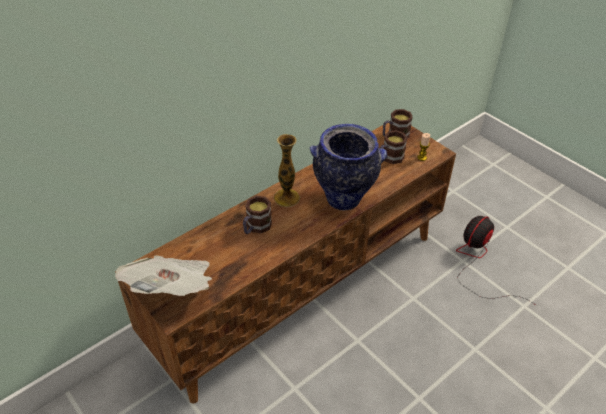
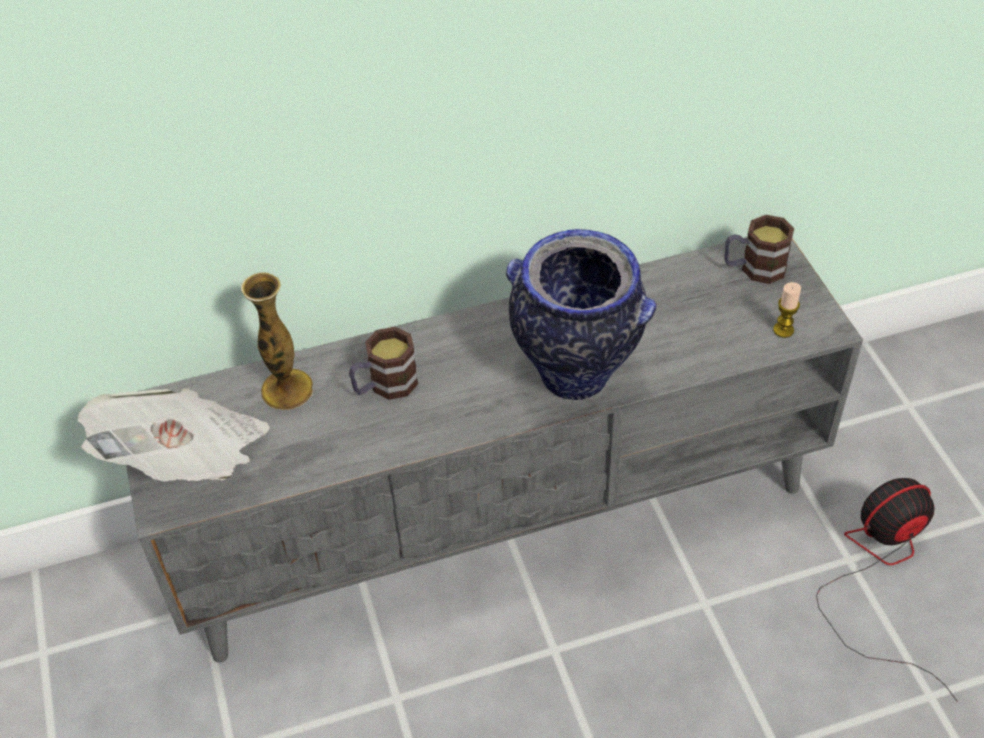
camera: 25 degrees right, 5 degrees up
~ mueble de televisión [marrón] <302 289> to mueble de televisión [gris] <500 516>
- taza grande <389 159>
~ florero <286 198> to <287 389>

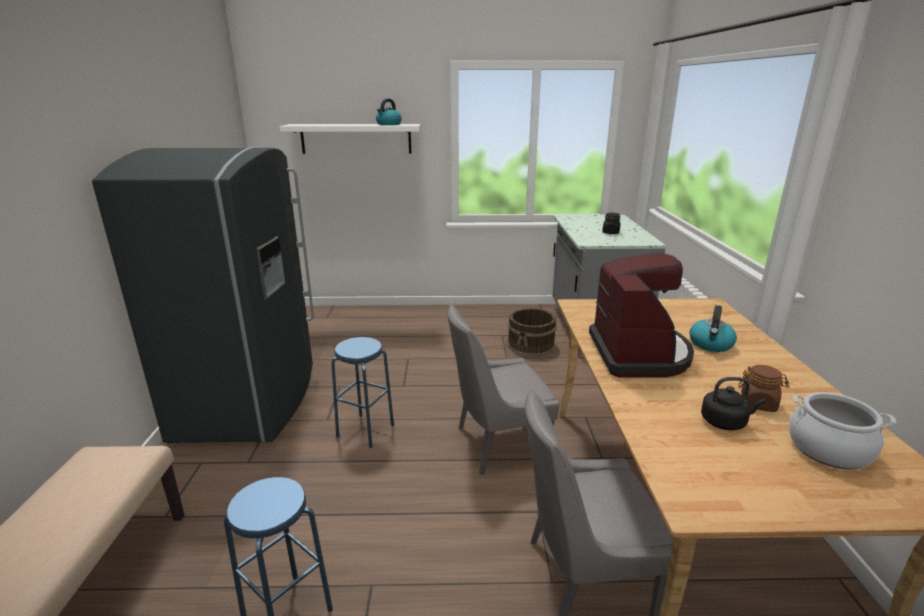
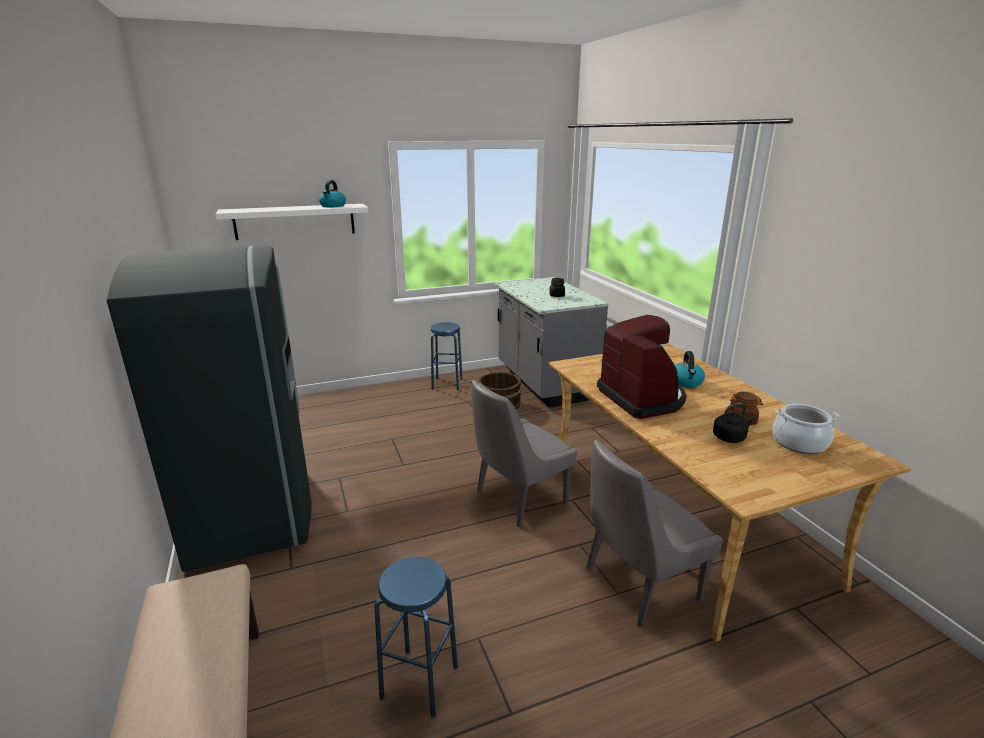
camera: 20 degrees left, 0 degrees up
~ taburete [azul] <365 430> to <447 384>

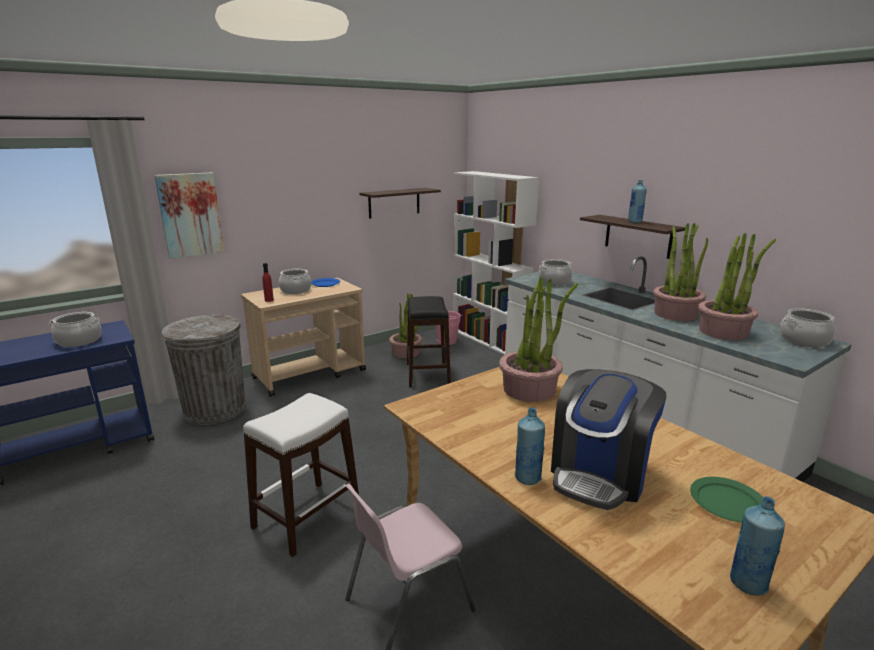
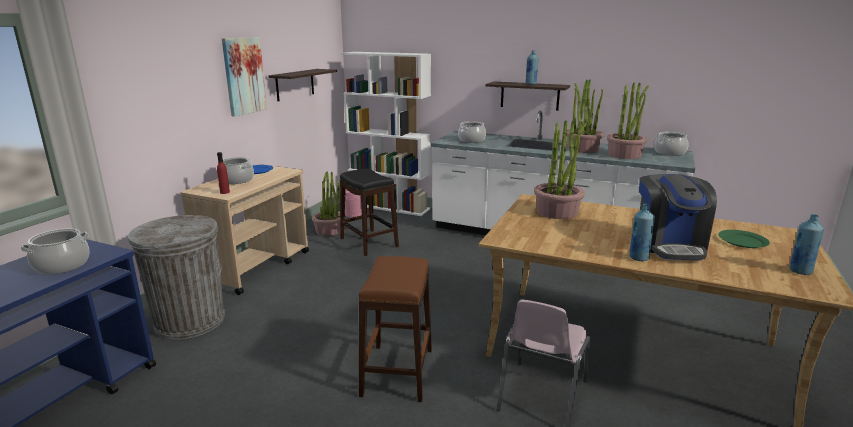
camera: 30 degrees left, 0 degrees up
~ cuadro <190 215> to <244 76>
~ taburete [blanco] <306 517> to taburete [marrón] <397 372>

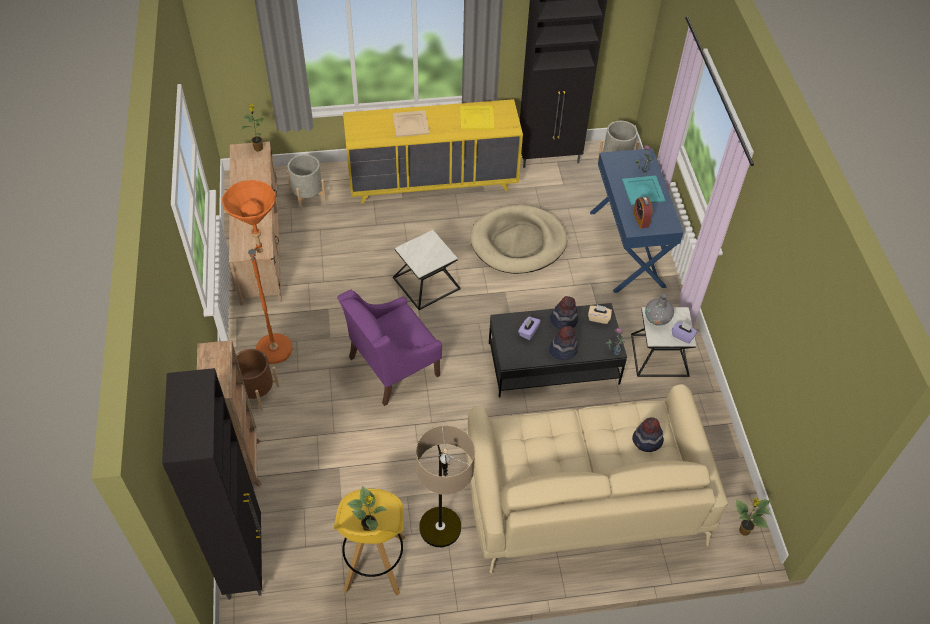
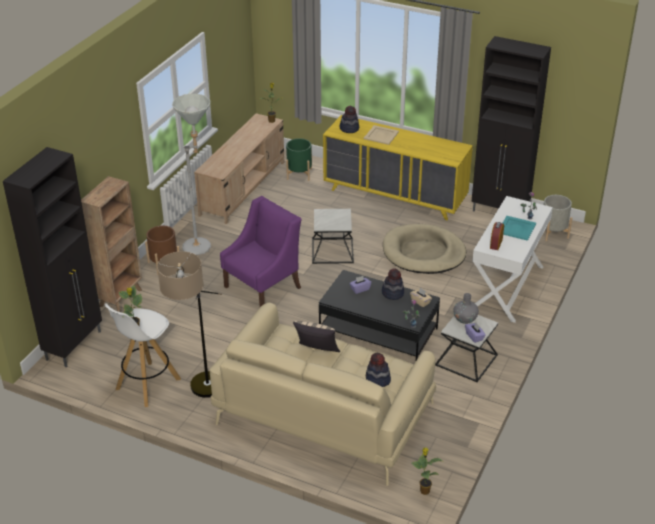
camera: 35 degrees right, 15 degrees down
- bandeja [amarillo] <477 118>
~ mesa consola [azul] <627 248> to mesa consola [blanco] <507 287>
~ maceta [gris] <308 196> to maceta [verde] <299 174>
~ lámpara de pie [naranja] <278 343> to lámpara de pie [gris] <202 245>
~ sillón [morado] <392 366> = <263 287> 135 degrees clockwise
~ sombrero <563 350> to <349 128>
~ taburete [amarillo] <374 564> to taburete [blanco] <147 384>
+ cojín [beis] <316 353>

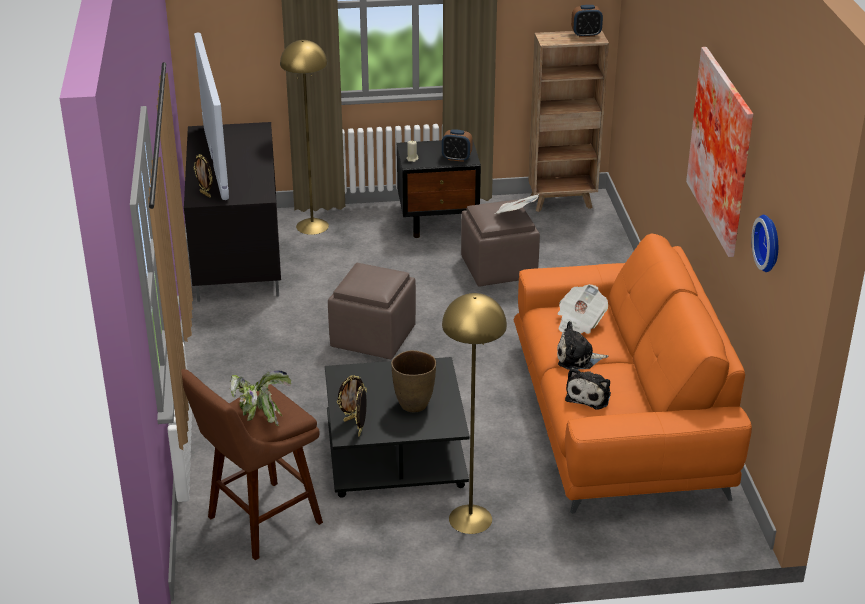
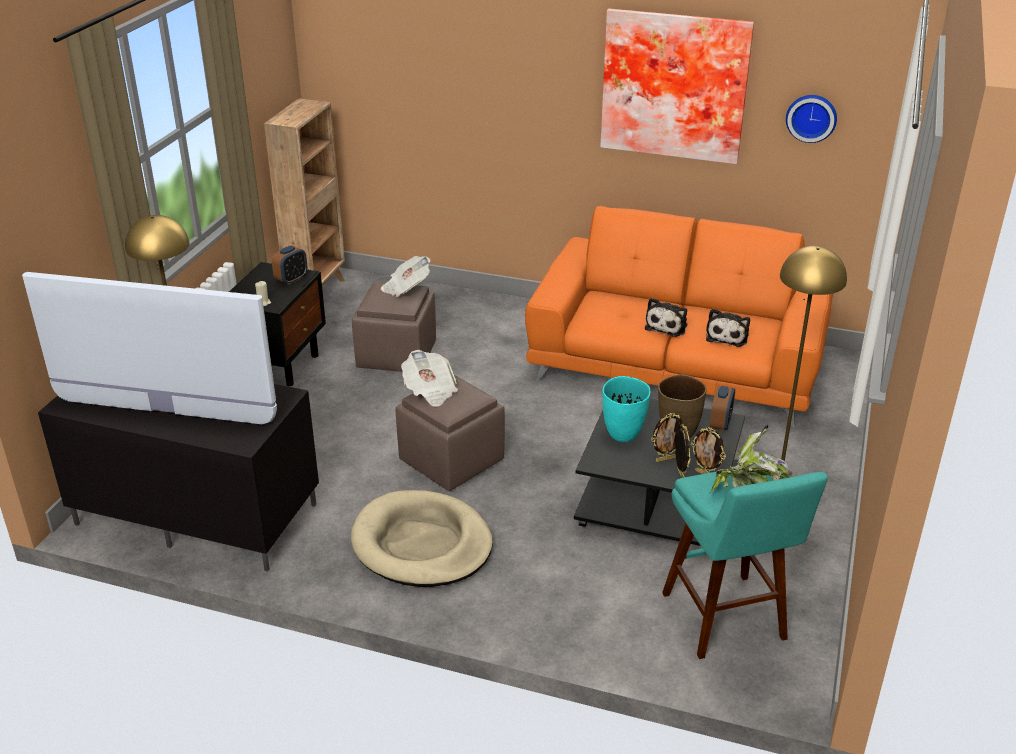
camera: 65 degrees left, 0 degrees up
~ despertador <586 34> to <720 423>
~ portarretratos <205 194> to <665 459>
~ periódico <579 322> to <430 391>
~ peluche <589 395> = <727 336> 60 degrees clockwise
~ taburete [marrón] <258 523> to taburete [turquesa] <727 622>
+ florero [turquesa] <623 434>
+ cama para perro [beis] <422 544>

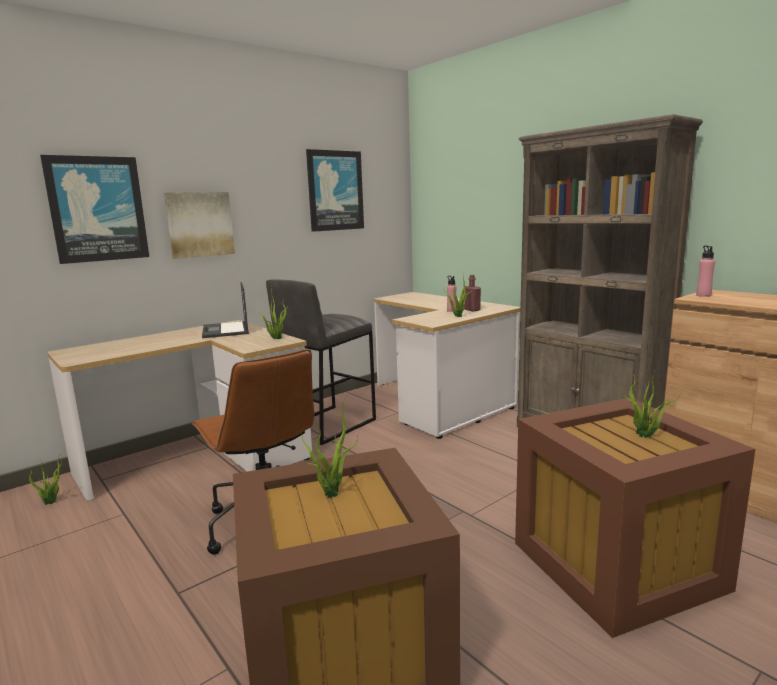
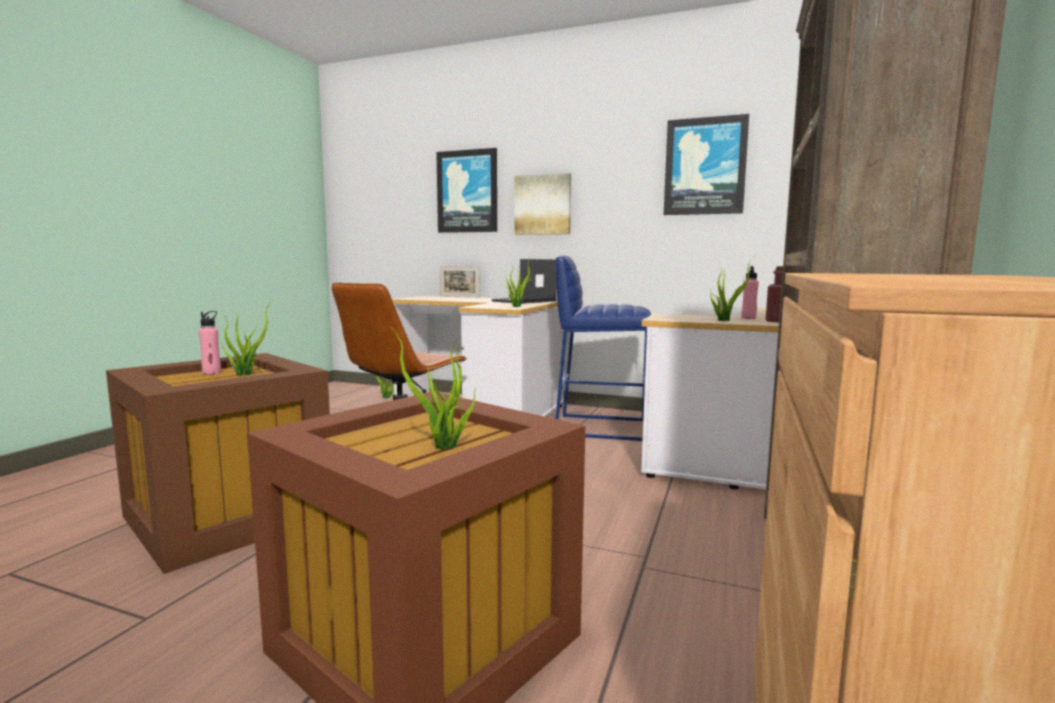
camera: 60 degrees right, 5 degrees down
~ botella [rosa] <703 295> to <212 372>
~ taburete [gris] <327 424> to taburete [azul] <600 427>
+ portarretratos <459 297>

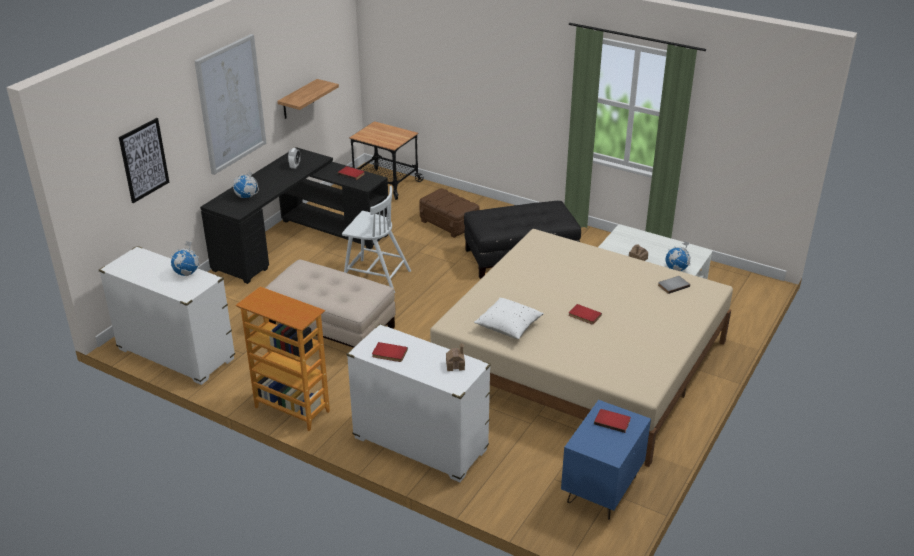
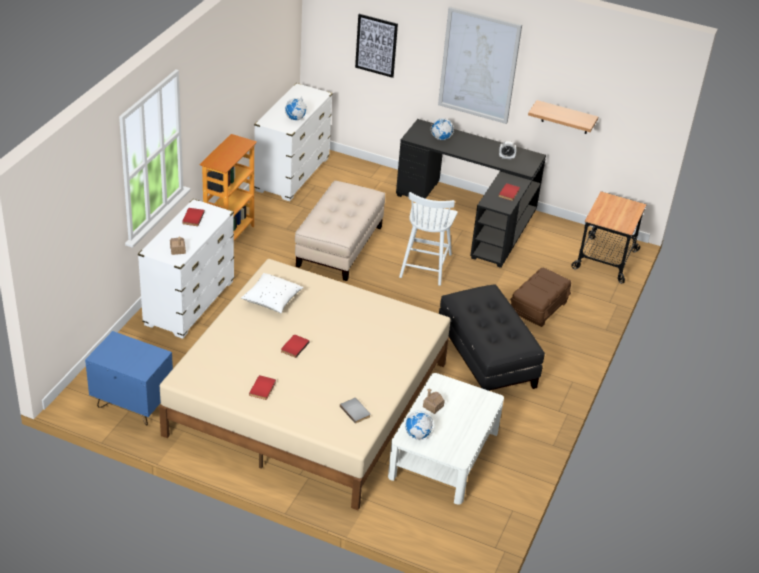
camera: 80 degrees right, 5 degrees up
~ libro [rojo] <612 421> to <263 389>

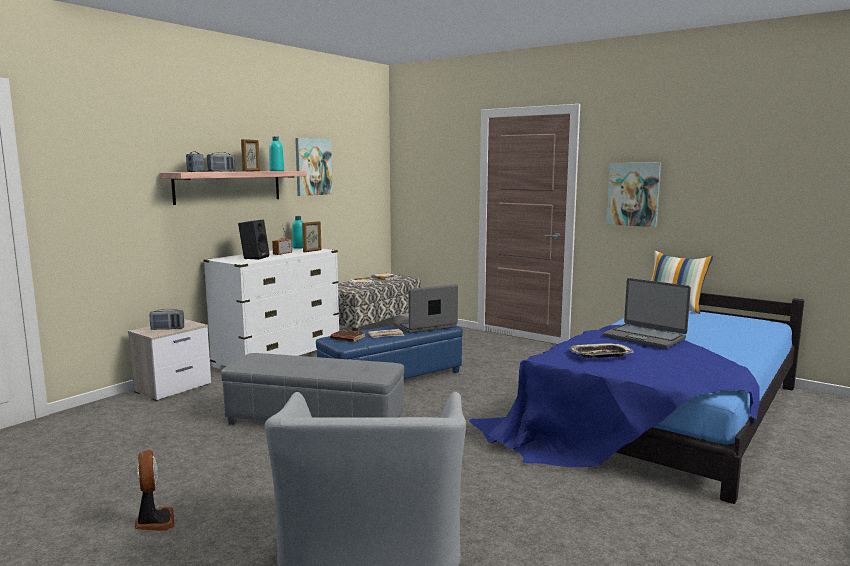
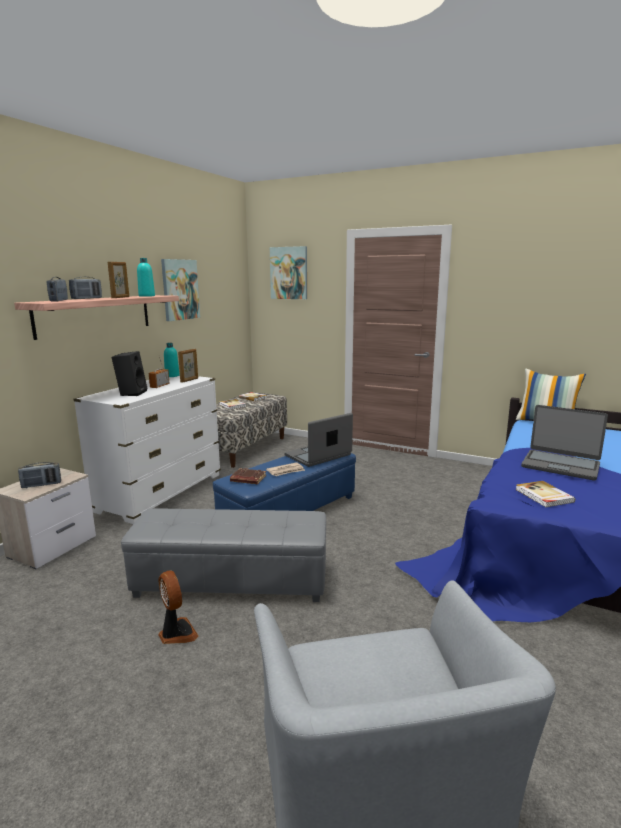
camera: 10 degrees left, 5 degrees up
~ cuadro <633 194> to <289 273>
~ bandeja <600 355> to libro <543 496>
~ ventilador <154 521> to <176 633>

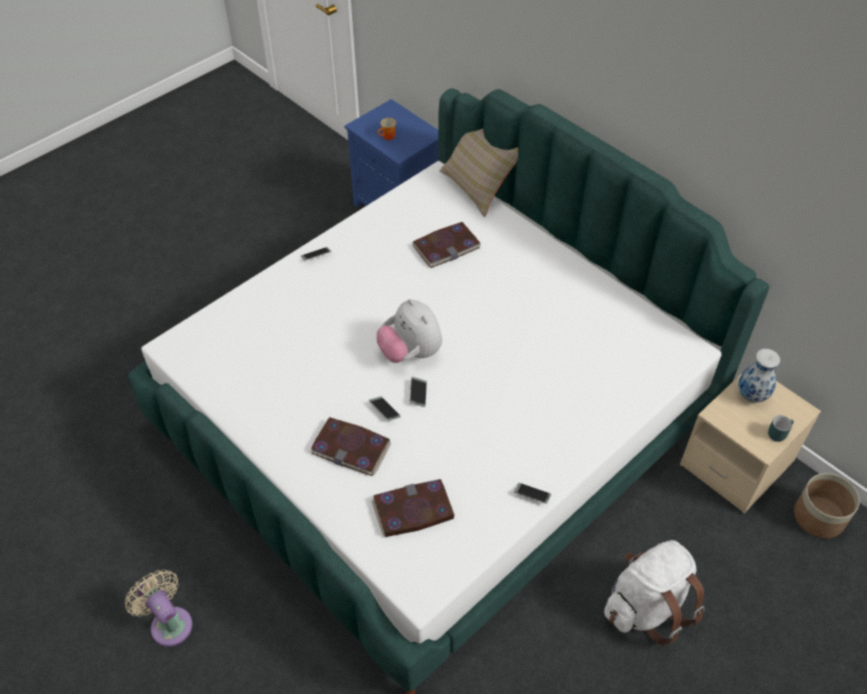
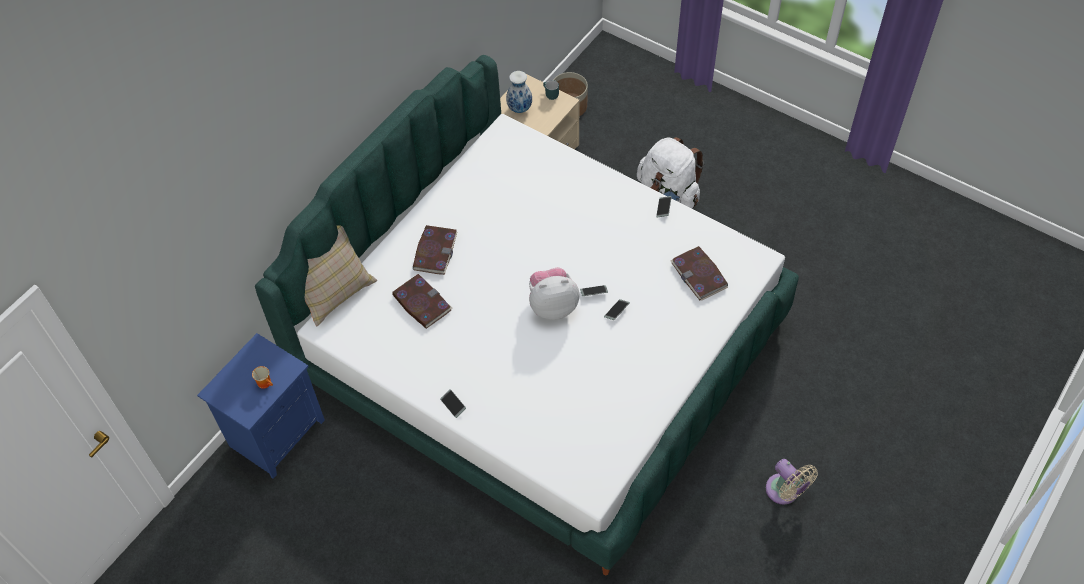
camera: 100 degrees left, 5 degrees up
~ peluche <410 352> = <552 306> 150 degrees counterclockwise
~ libro <351 448> to <435 251>
~ ventilador [beis] <169 623> = <785 492> 75 degrees counterclockwise

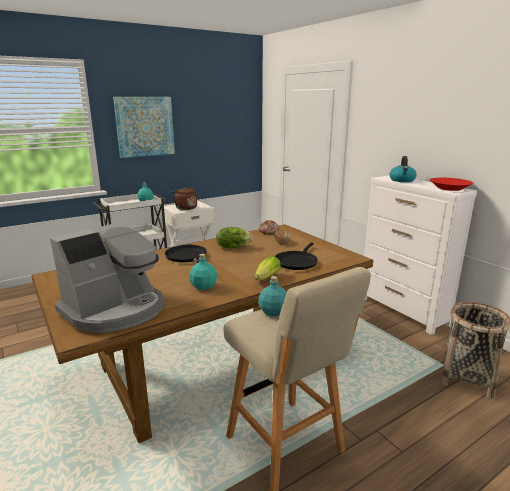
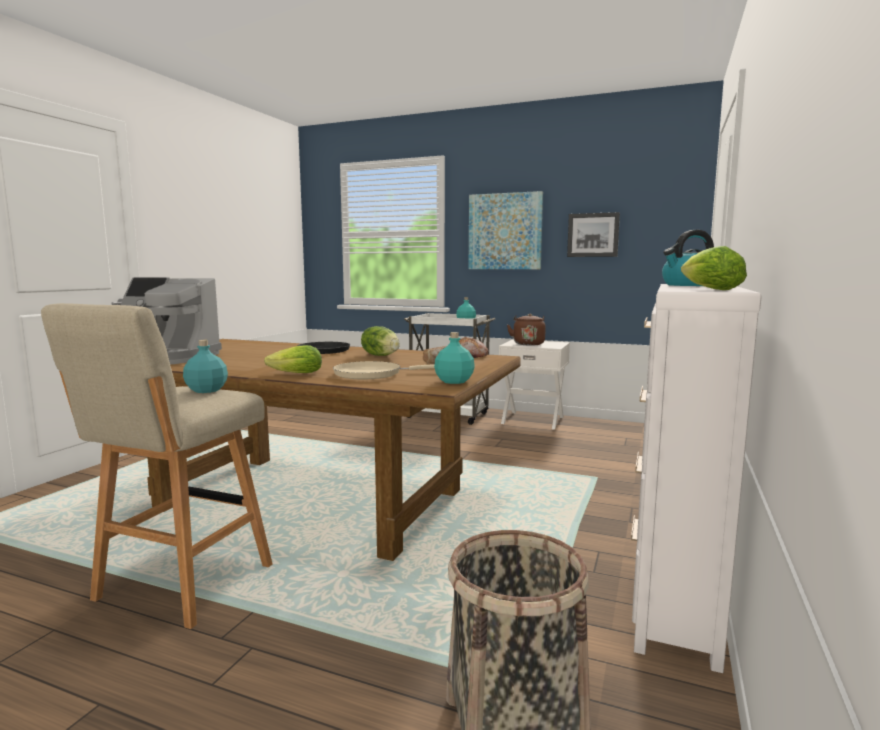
camera: 55 degrees right, 10 degrees down
~ cuenco [rojo] <449 188> to lechuga <707 289>
~ sartén [negro] <296 262> to sartén [beis] <373 374>
~ botella [turquesa] <204 286> to <454 381>
+ cuadro <593 235>

